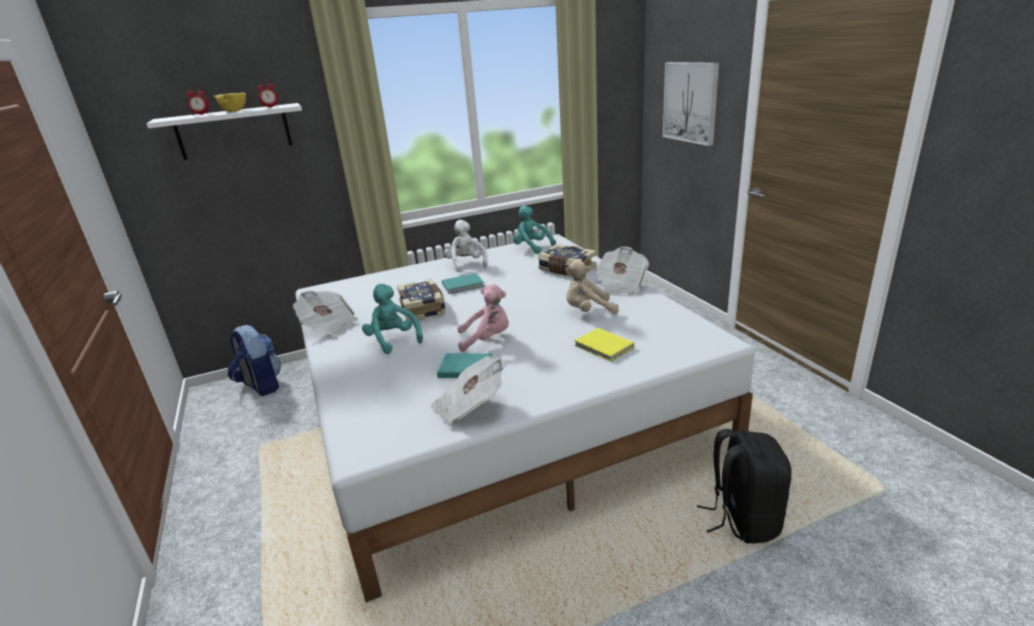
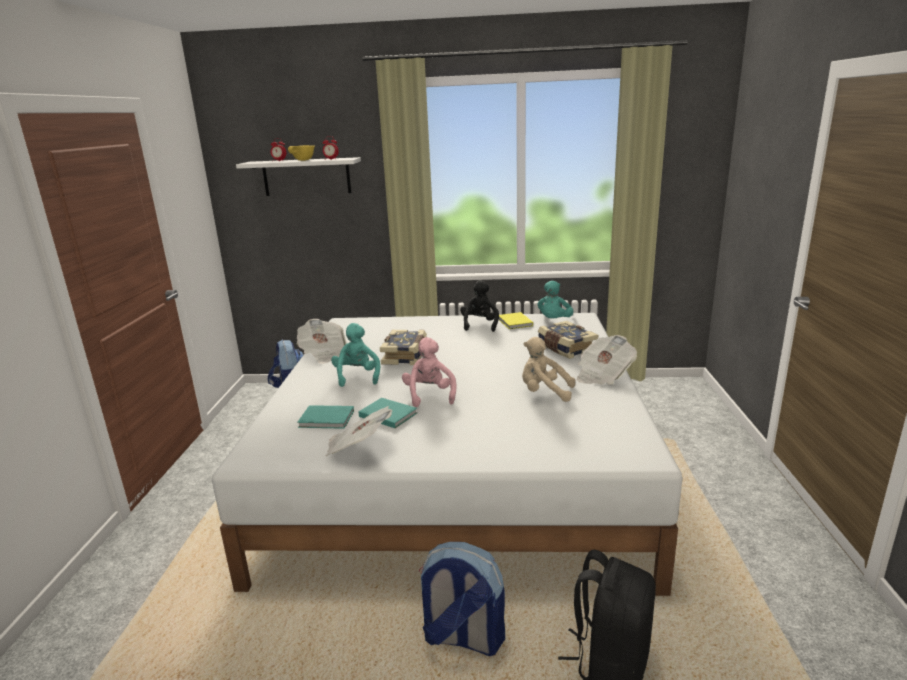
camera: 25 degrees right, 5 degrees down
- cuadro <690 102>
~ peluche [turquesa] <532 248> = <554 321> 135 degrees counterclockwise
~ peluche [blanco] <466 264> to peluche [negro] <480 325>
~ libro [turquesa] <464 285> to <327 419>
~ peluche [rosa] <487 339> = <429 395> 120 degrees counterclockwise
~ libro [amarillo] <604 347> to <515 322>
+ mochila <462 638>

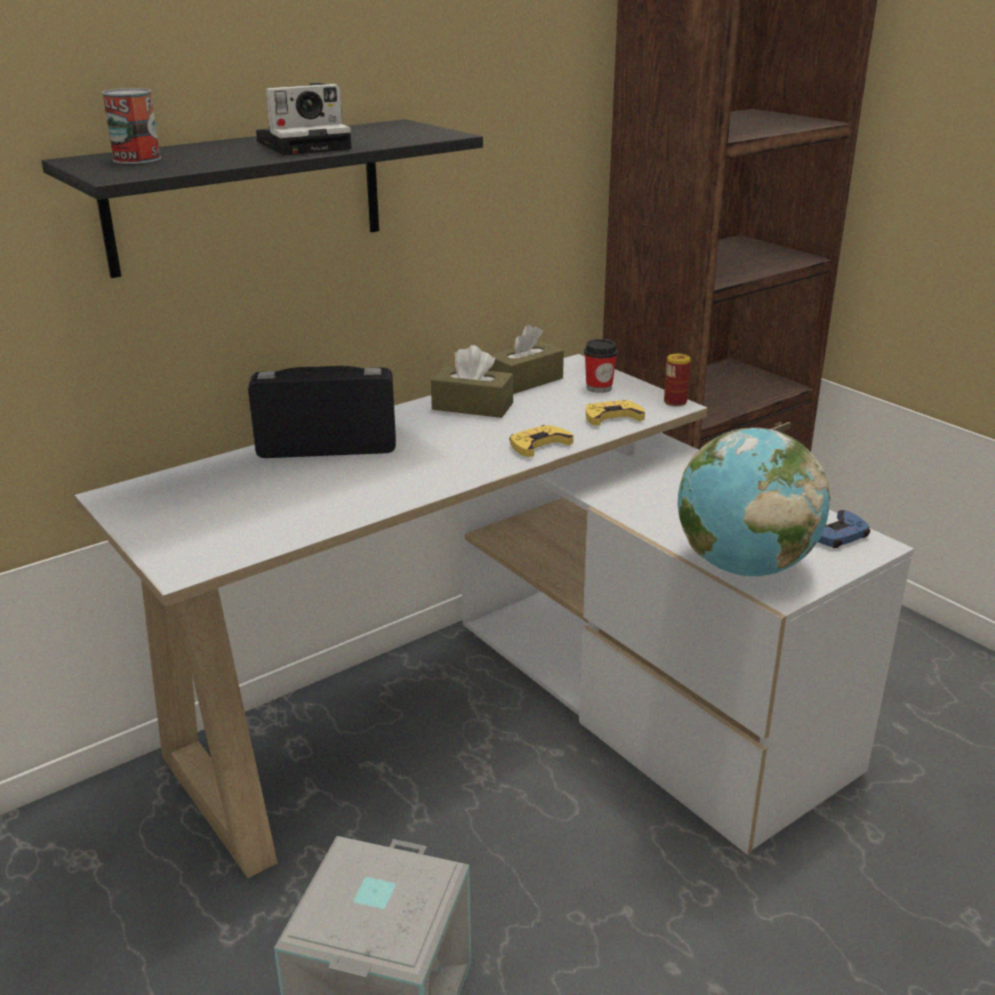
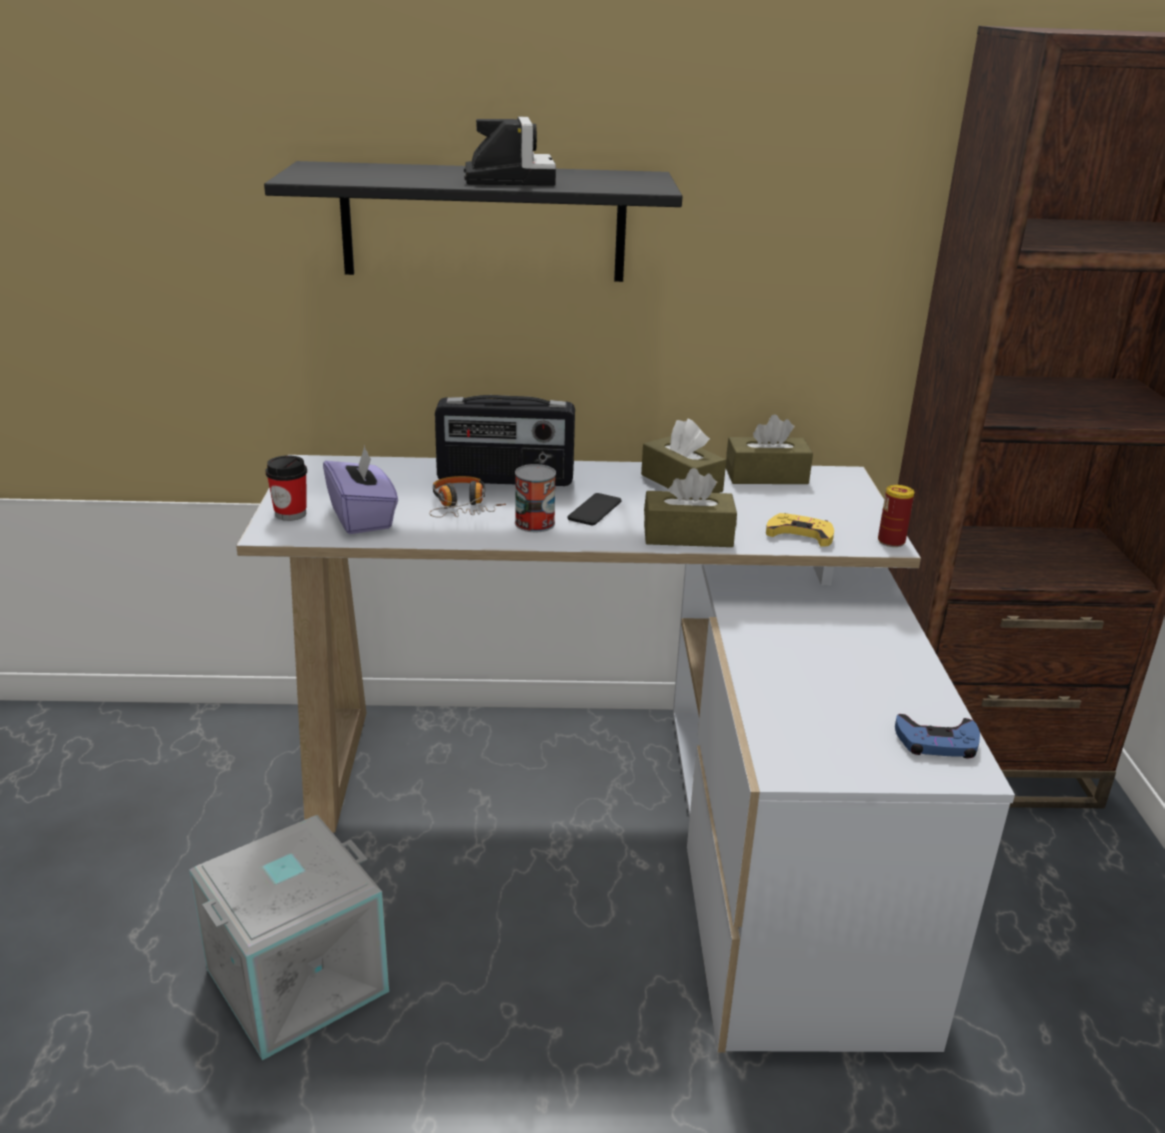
camera: 35 degrees right, 0 degrees up
~ cámara <307 144> = <507 178> 105 degrees counterclockwise
~ lata <137 159> to <534 523>
~ taza <599 388> to <290 514>
~ radio <327 449> = <505 479> 150 degrees clockwise
~ mando de consola [amarillo] <539 445> to caja de pañuelos [marrón] <688 535>
- globo terráqueo <743 566>
+ caja de pañuelos [morado] <362 517>
+ auriculares <462 507>
+ móvil <594 510>

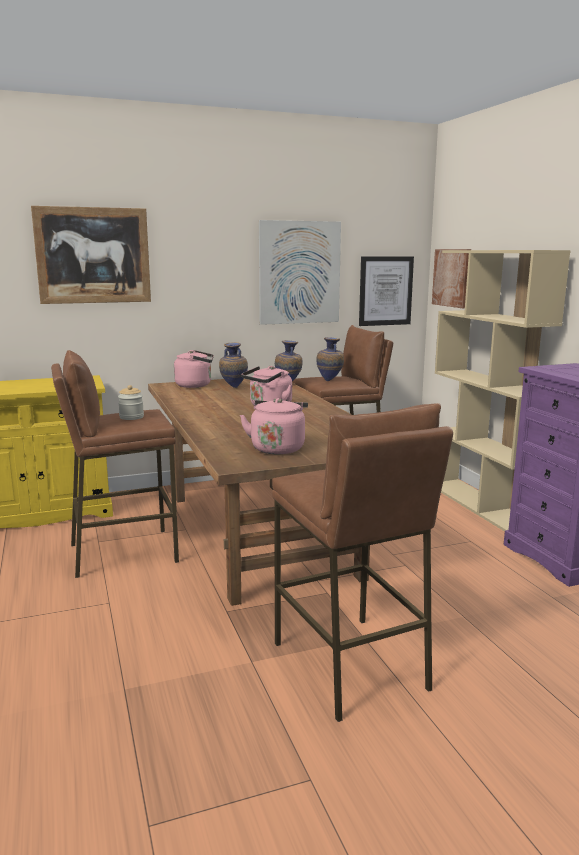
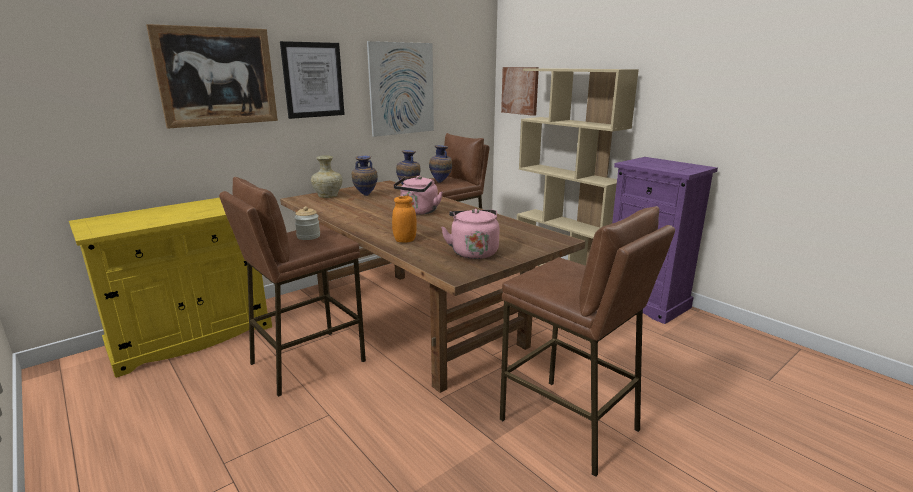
camera: 20 degrees left, 5 degrees up
~ cuadro <385 291> to <313 80>
~ hervidor [rosa] <196 385> to florero [beis] <328 196>
+ tarro [naranja] <405 240>

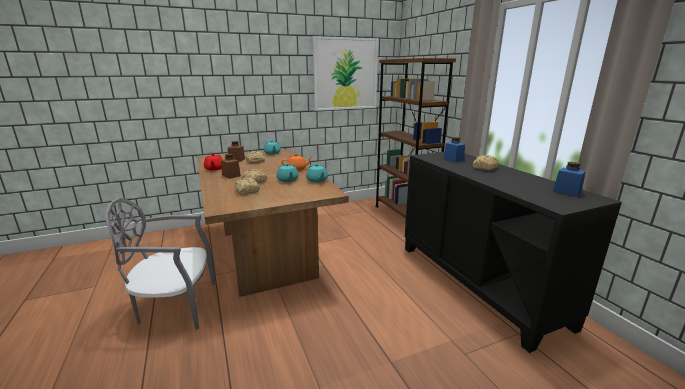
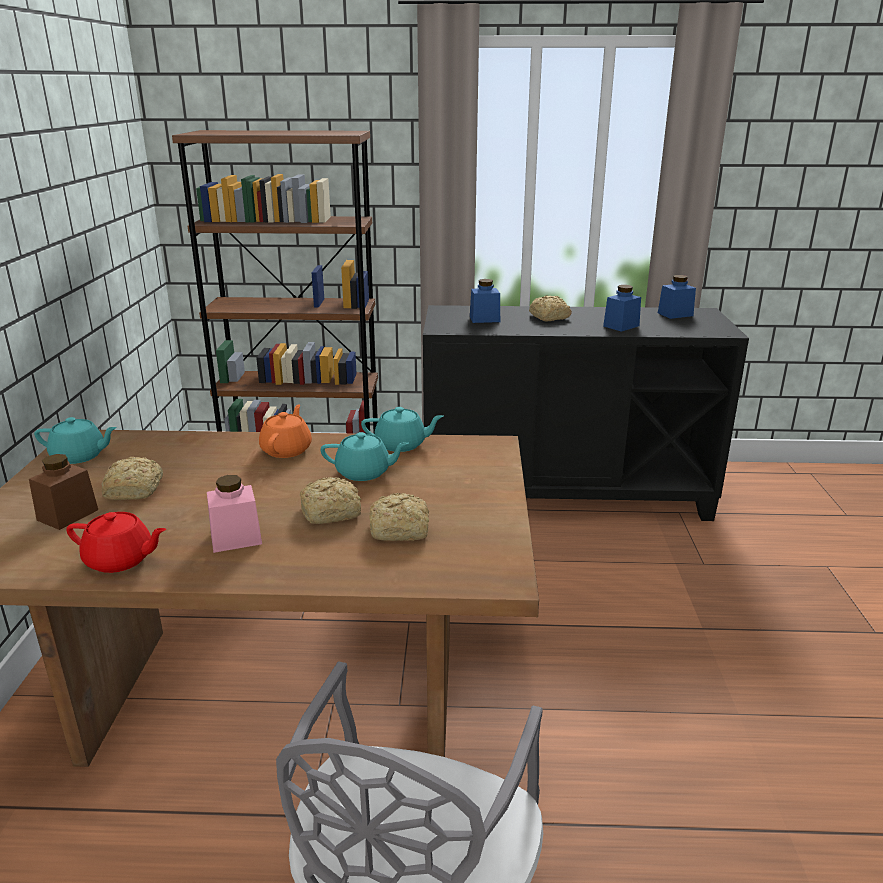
camera: 65 degrees left, 5 degrees up
- cuadro <345 74>
~ tarro [marrón] <231 175> to tarro [rosa] <236 538>
+ tarro [azul] <621 326>

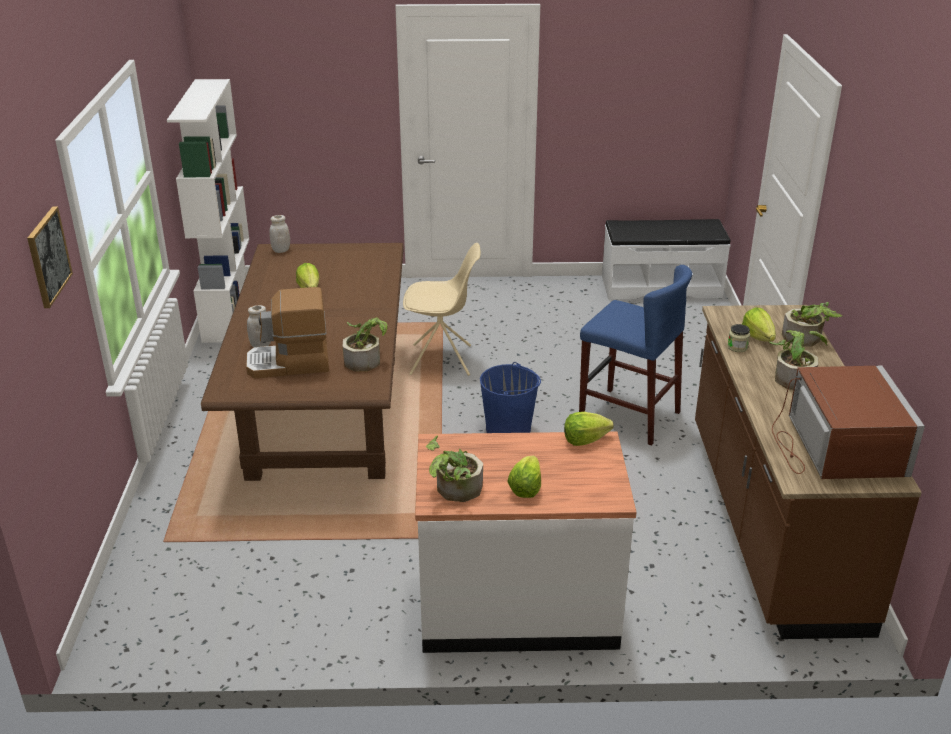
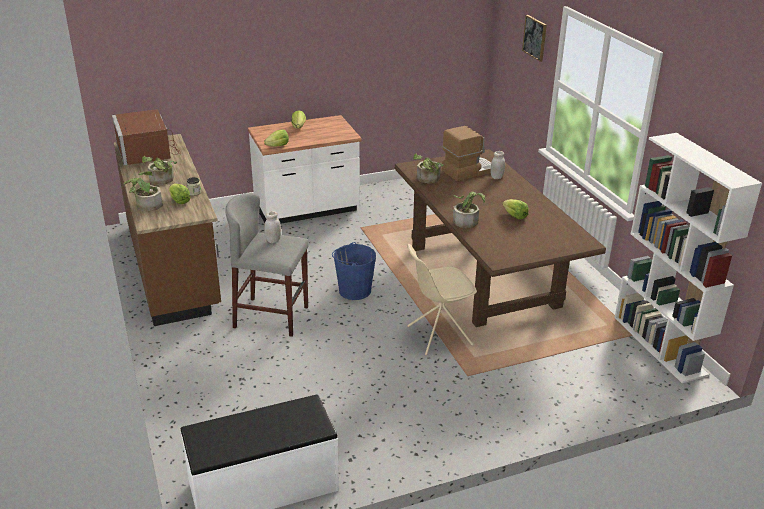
camera: 160 degrees right, 0 degrees up
~ tarro [blanco] <281 250> to <273 240>
~ taburete [azul] <629 416> to taburete [gris] <271 317>
~ planta en maceta <454 491> to <467 220>

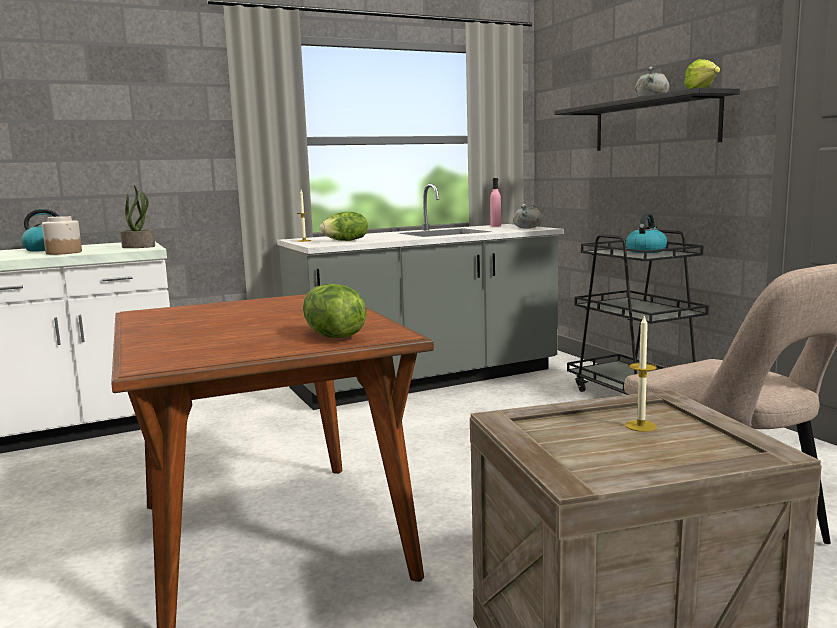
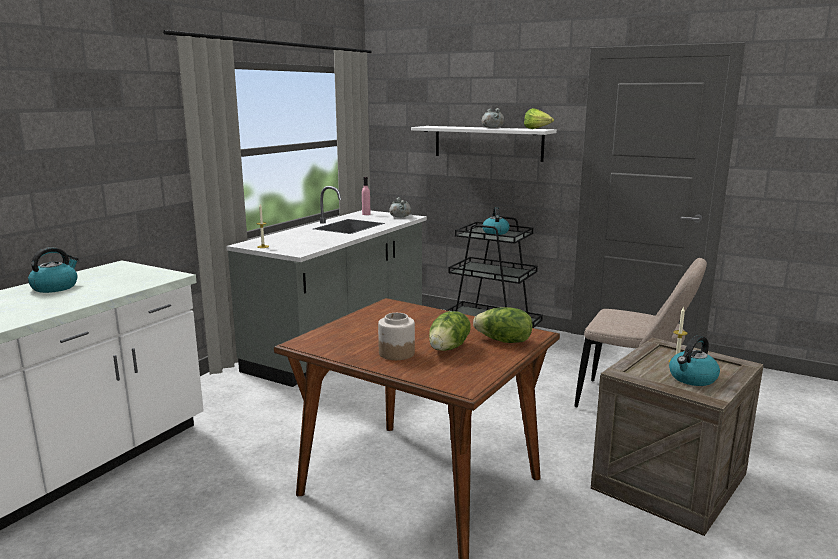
camera: 35 degrees left, 5 degrees up
~ estante [negro] <654 124> to estante [blanco] <488 143>
- planta en maceta <139 247>
~ lechuga <346 241> to <449 348>
~ tarro <64 252> to <396 353>
+ hervidor <692 378>

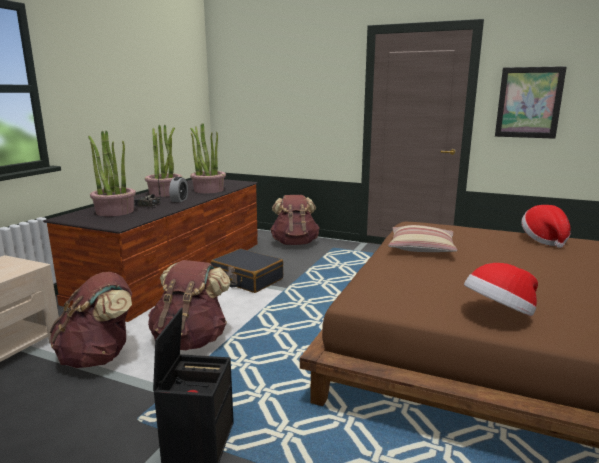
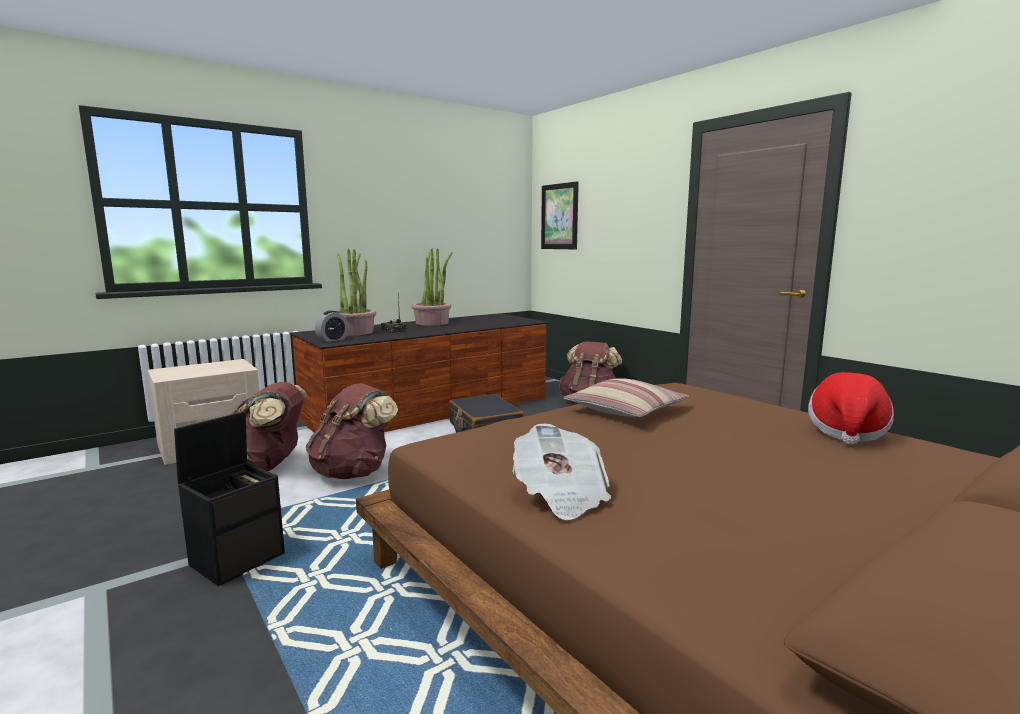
camera: 30 degrees right, 5 degrees down
~ cuadro <529 102> to <559 216>
- planta en maceta <208 190>
~ despertador <179 200> to <332 340>
~ sombrero <499 314> to periódico <560 495>

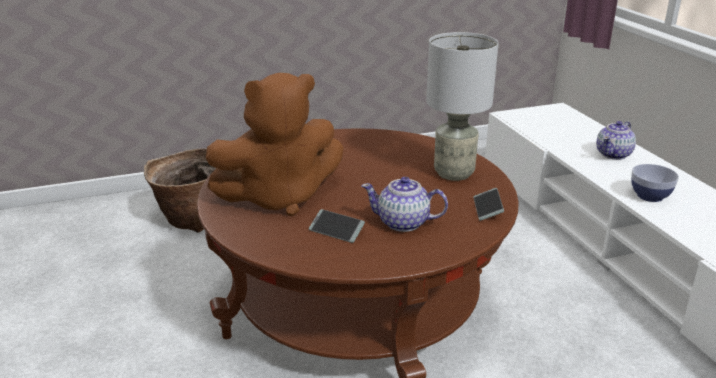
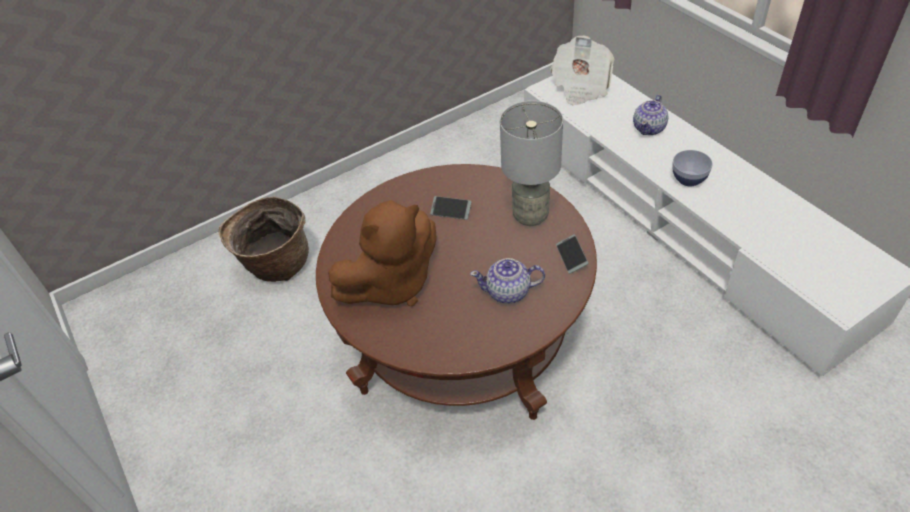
camera: 10 degrees left, 20 degrees up
~ móvil <336 231> to <451 211>
+ periódico <581 86>

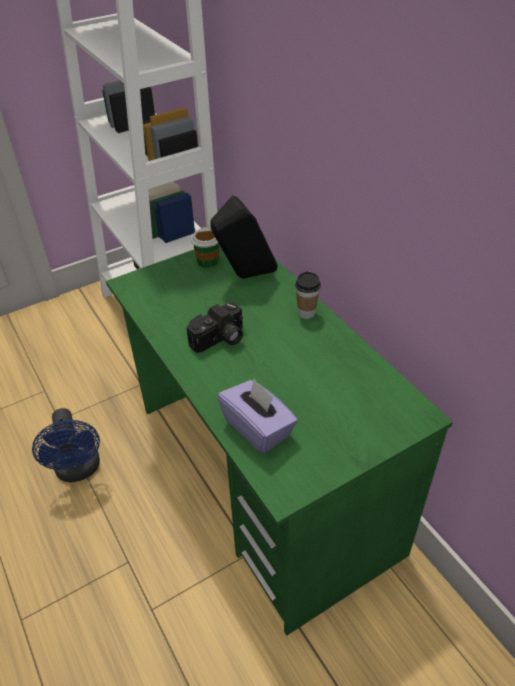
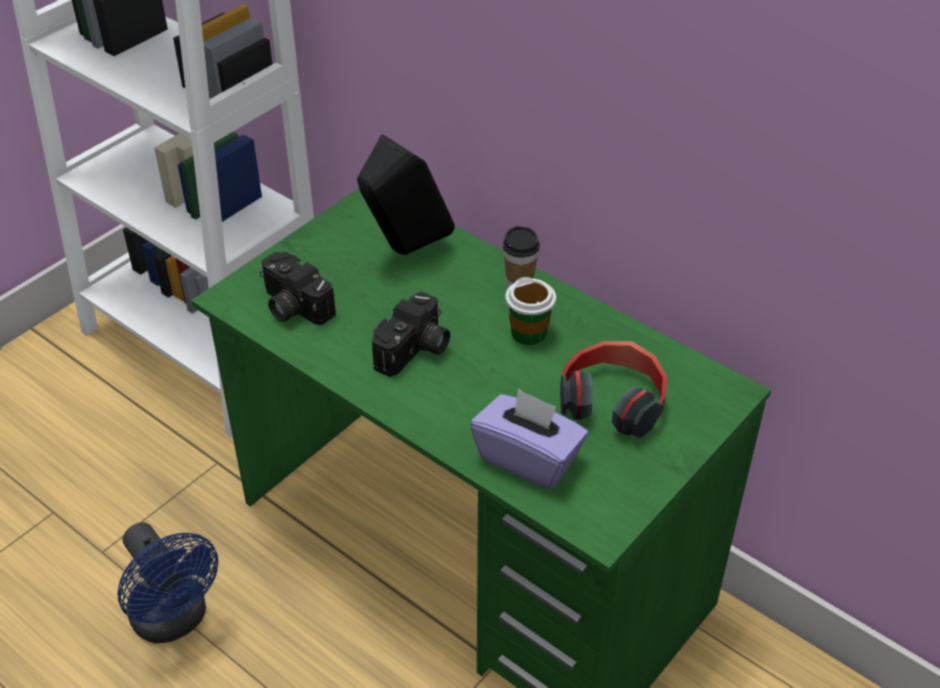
camera: 20 degrees left, 0 degrees up
~ taza <207 262> to <529 333>
+ cámara <292 306>
+ auriculares <613 401>

